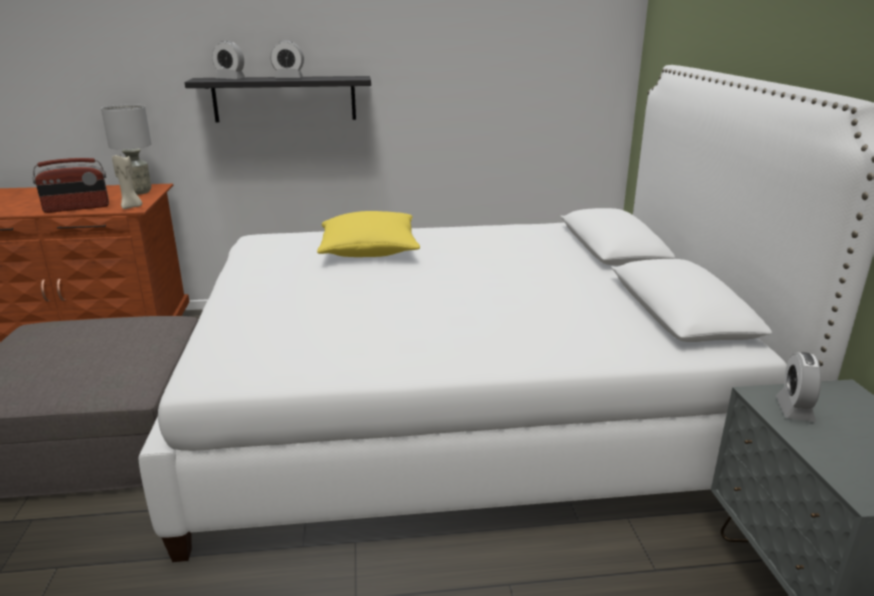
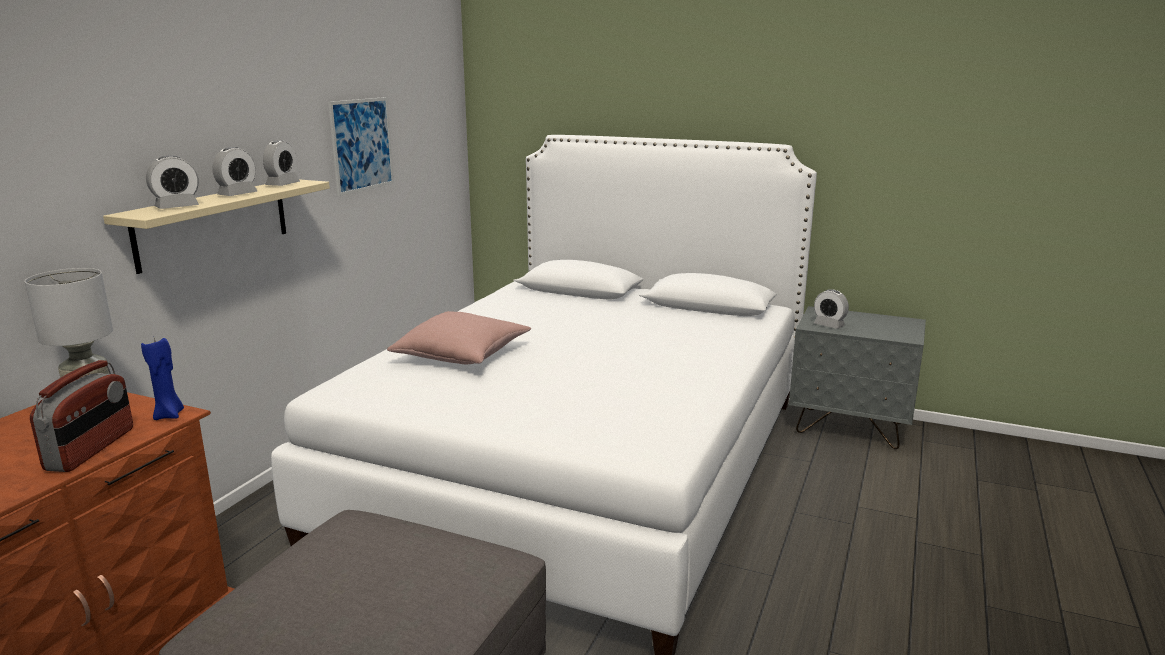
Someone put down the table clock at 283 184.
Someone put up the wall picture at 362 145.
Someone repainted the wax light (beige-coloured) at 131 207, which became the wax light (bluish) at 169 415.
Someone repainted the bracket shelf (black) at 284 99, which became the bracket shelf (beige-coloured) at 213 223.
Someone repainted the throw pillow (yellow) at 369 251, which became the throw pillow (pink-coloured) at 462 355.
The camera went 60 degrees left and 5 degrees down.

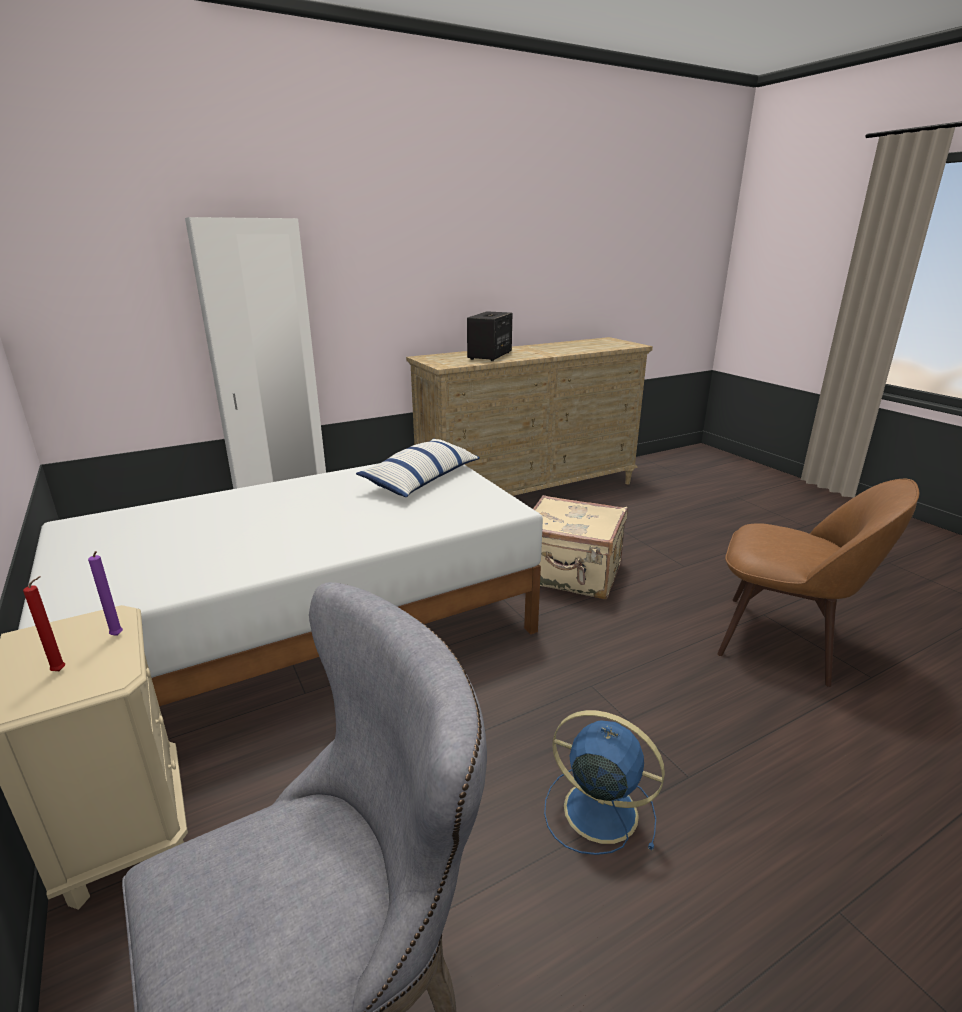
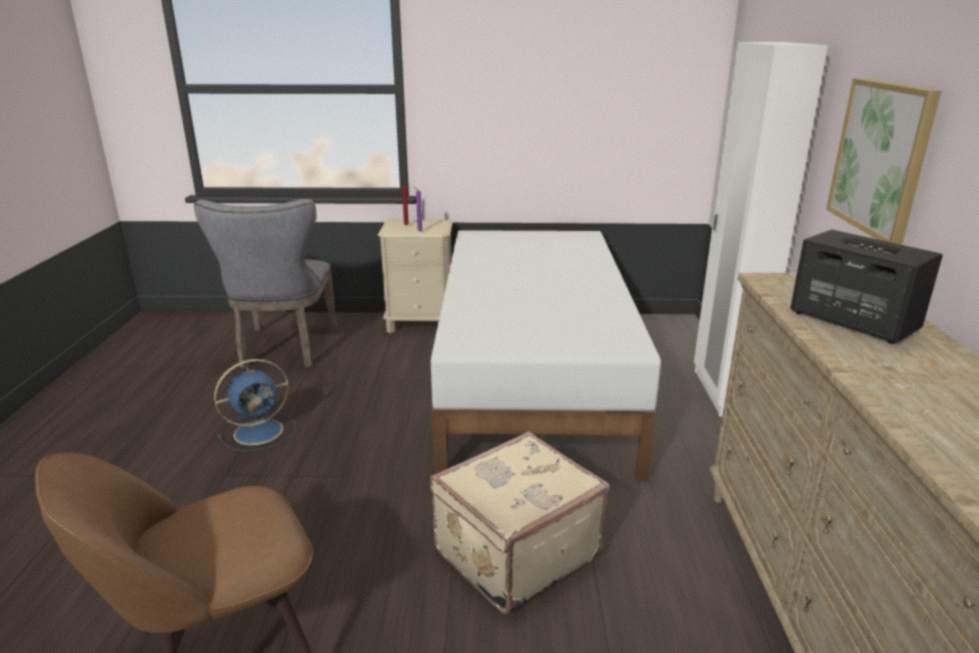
Someone took away the throw pillow at 422 479.
Someone put up the wall picture at 881 158.
The camera went 120 degrees right and 0 degrees up.

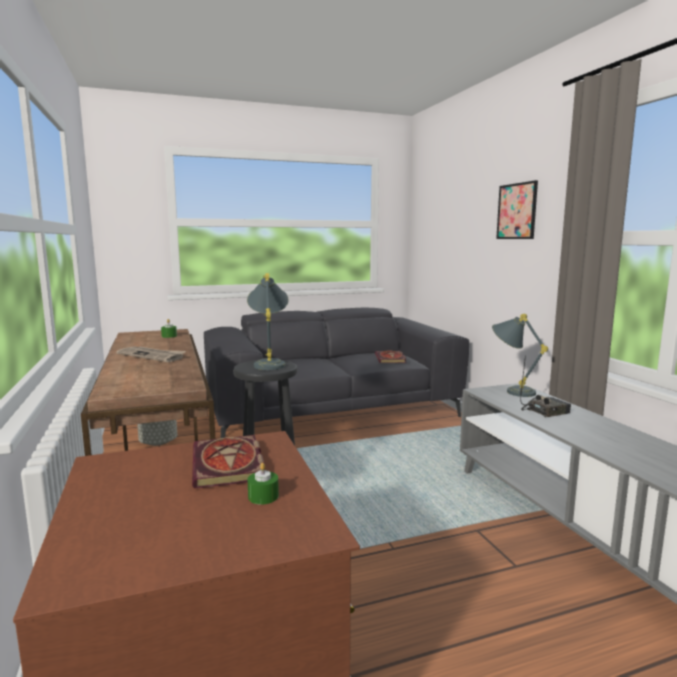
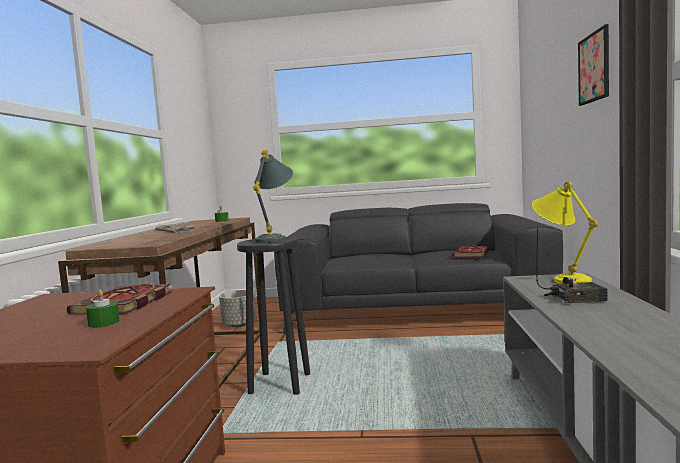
Someone repainted the table lamp (grey) at 511 390, which became the table lamp (yellow) at 562 279.
The camera went 25 degrees right and 5 degrees down.

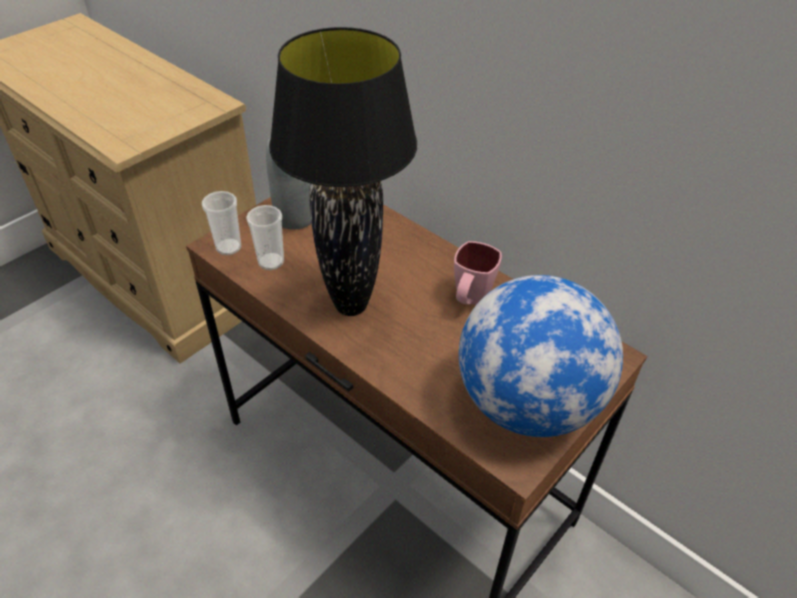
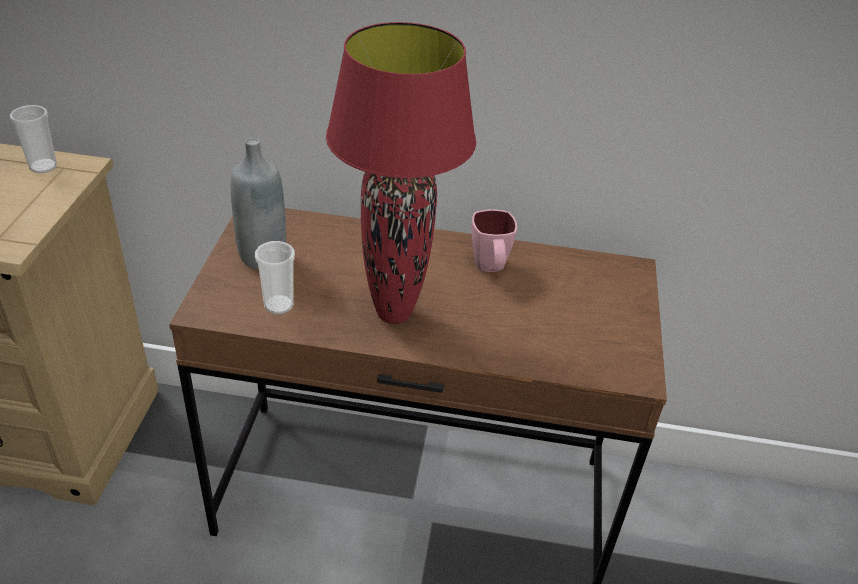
Someone took away the globe at 527 403.
Someone carried the cup from 228 247 to 43 166.
Someone repainted the table lamp (black) at 351 306, which became the table lamp (reddish) at 394 314.
The camera went 35 degrees left and 5 degrees down.

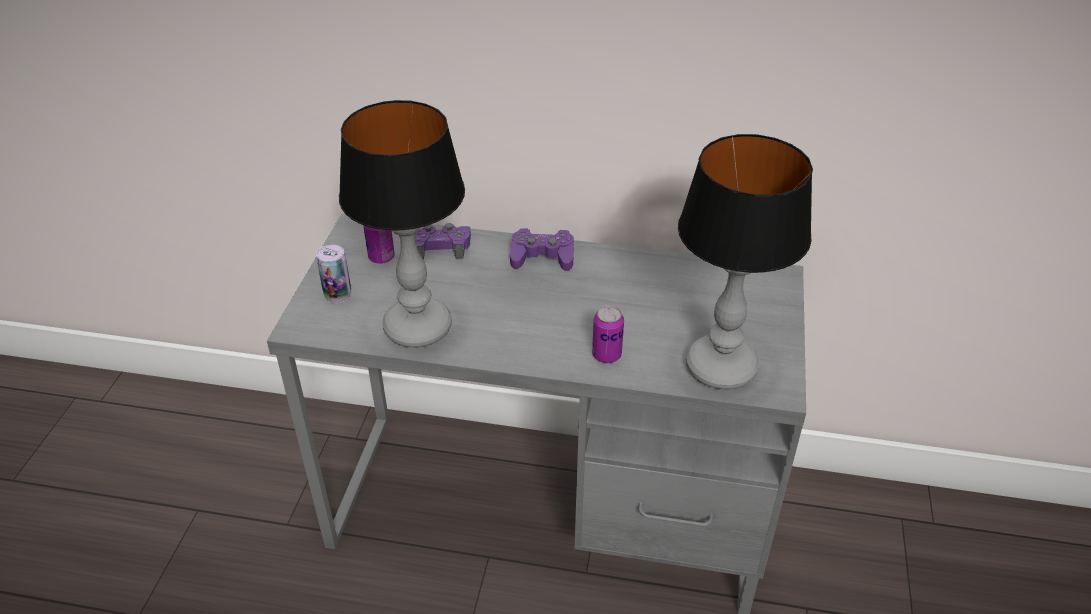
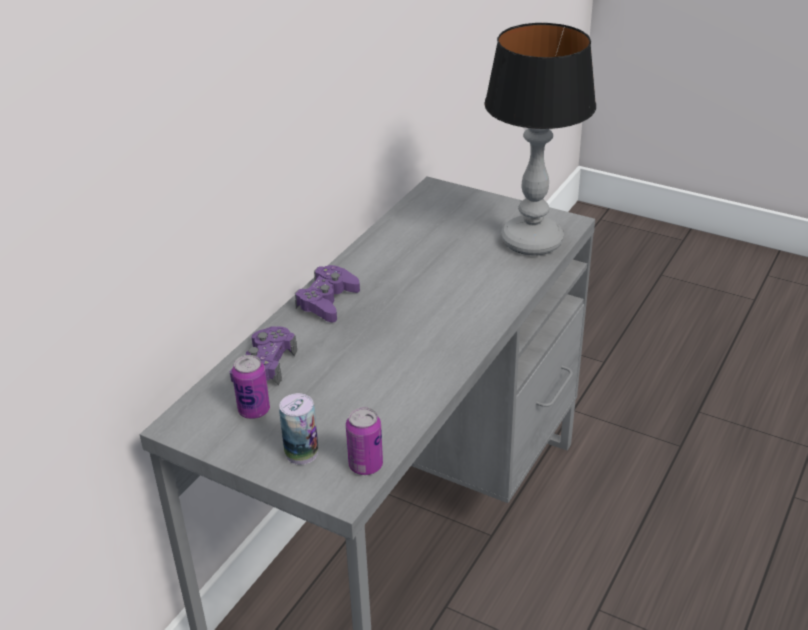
Someone took away the table lamp at 417 329.
Someone carried the sealed can from 606 355 to 365 465.
The camera went 70 degrees left and 5 degrees down.

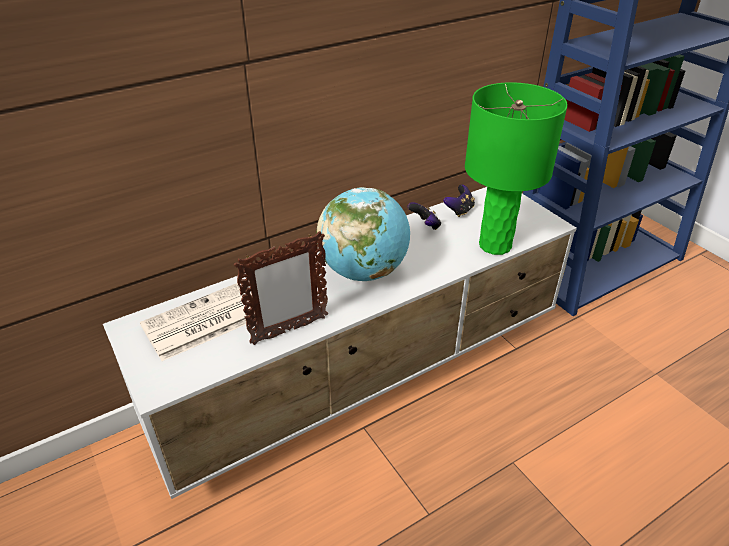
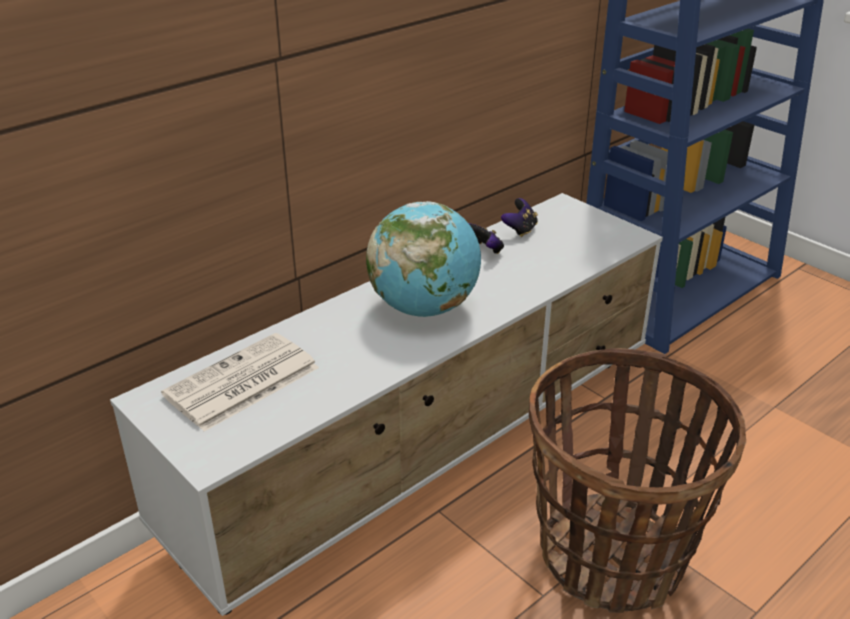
Someone took away the photo frame at 289 330.
Someone took away the table lamp (greenish) at 495 245.
Someone put down the household basket at 612 556.
The camera went 10 degrees left and 5 degrees down.

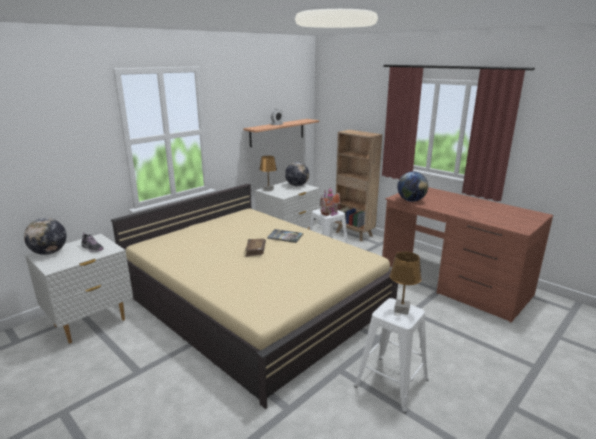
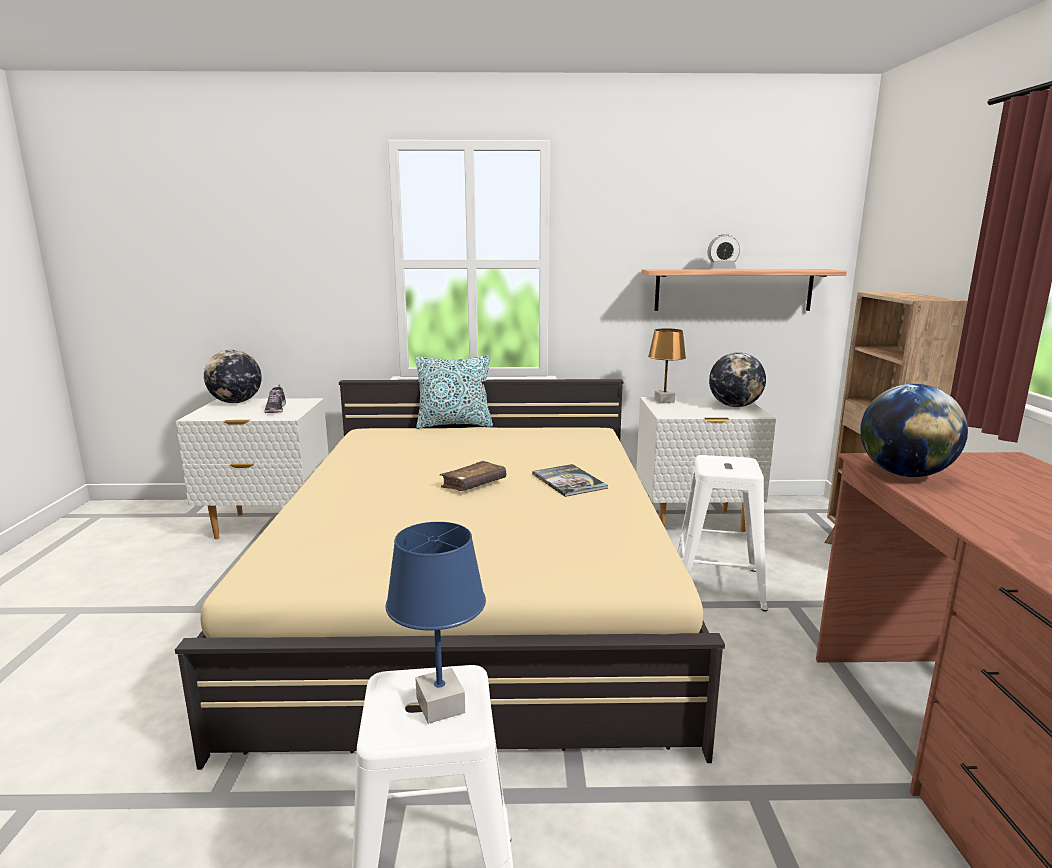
Someone took away the toy house at 330 213.
Someone put down the throw pillow at 455 424.
Someone repainted the table lamp (brown-coloured) at 402 310, which became the table lamp (bluish) at 441 705.
The camera went 45 degrees right and 5 degrees down.

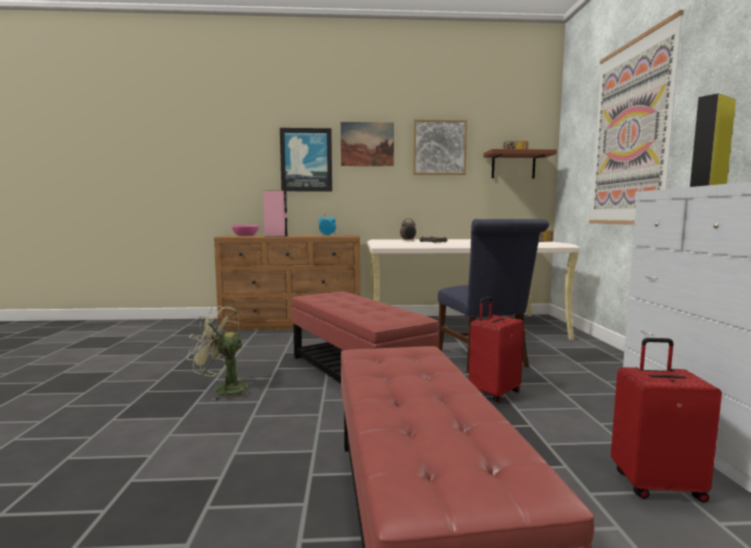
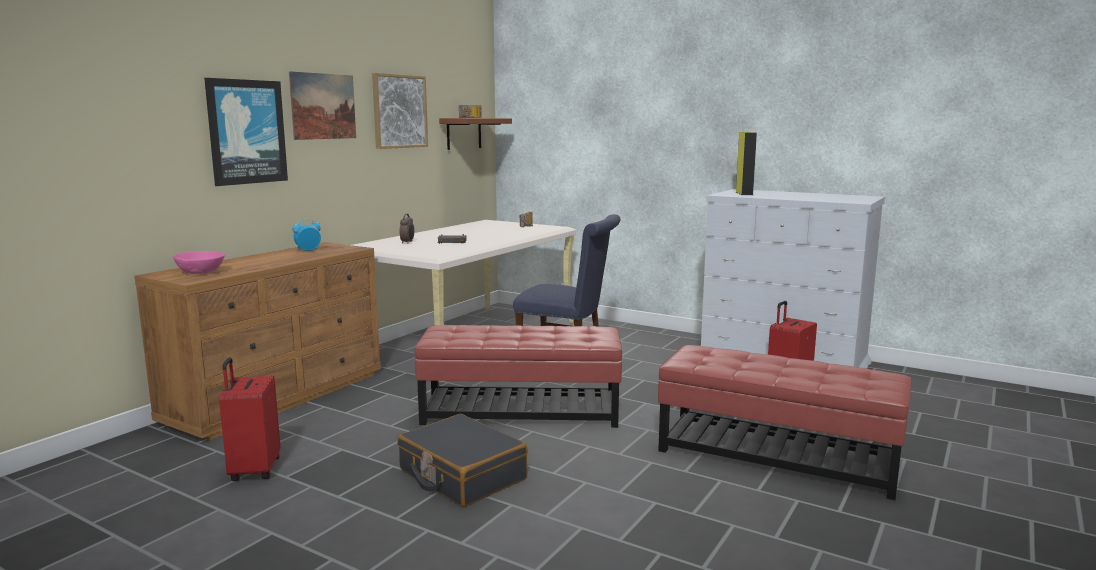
Someone took away the audio speaker (pink-coloured) at 276 236.
Someone took away the wall picture at 630 134.
Someone carried the suitcase (reddish) from 493 393 to 254 470.
Someone swapped the fan (greenish) at 223 389 for the suitcase (black) at 461 475.
The camera went 55 degrees left and 5 degrees up.

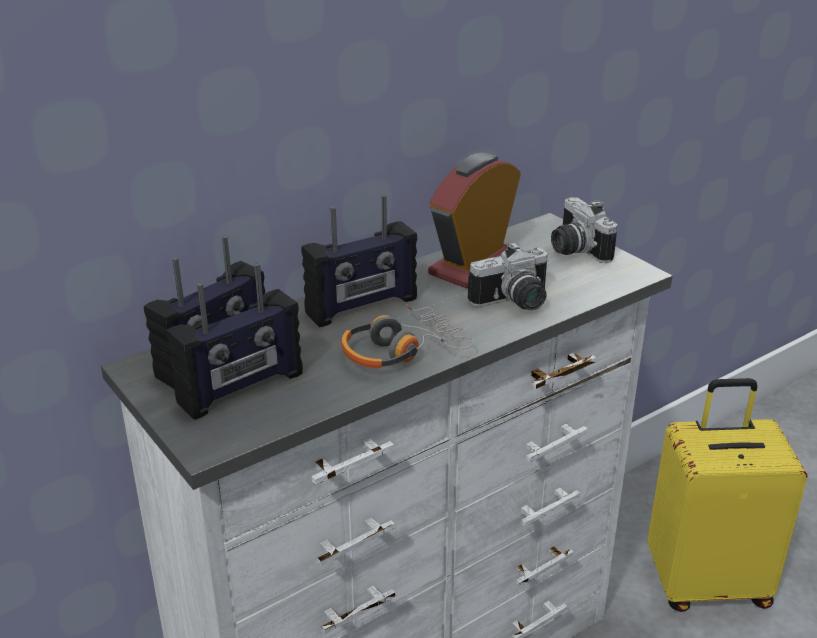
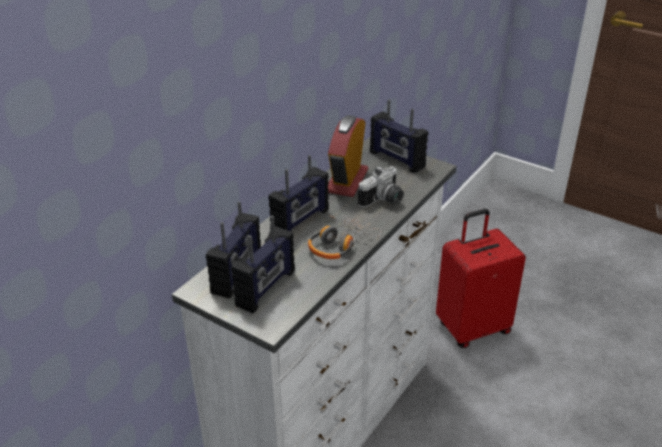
Someone swapped the still camera at 574 250 for the radio receiver at 396 159.
Someone repainted the suitcase (yellow) at 706 582, which became the suitcase (reddish) at 472 327.
The camera went 20 degrees left and 5 degrees up.

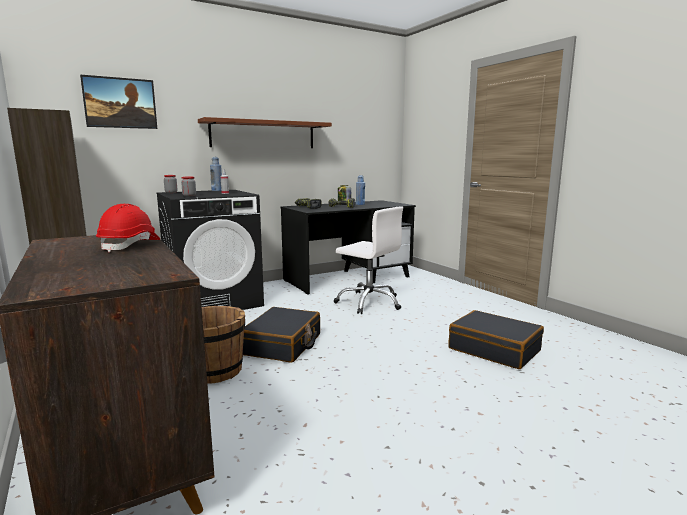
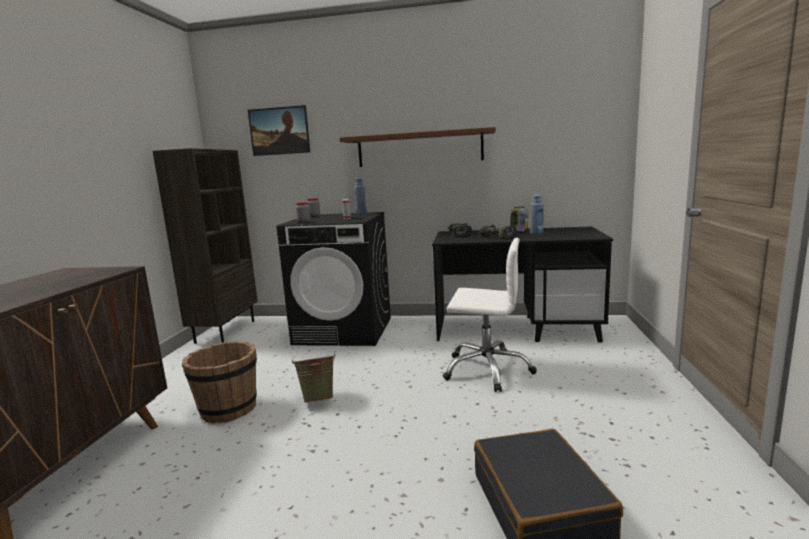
Someone took away the work helmet (reddish) at 130 245.
Someone swapped the suitcase (black) at 283 345 for the pail (greenish) at 318 399.
Someone rotated the office chair (white) at 369 302 by 60 degrees counterclockwise.
The camera went 40 degrees right and 0 degrees up.

